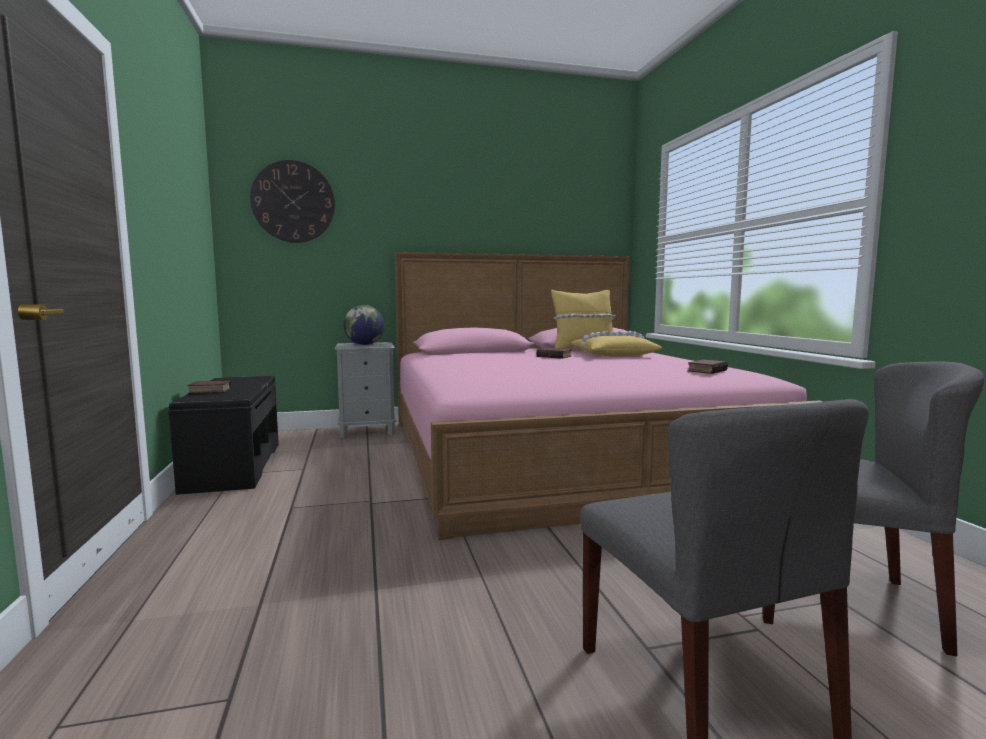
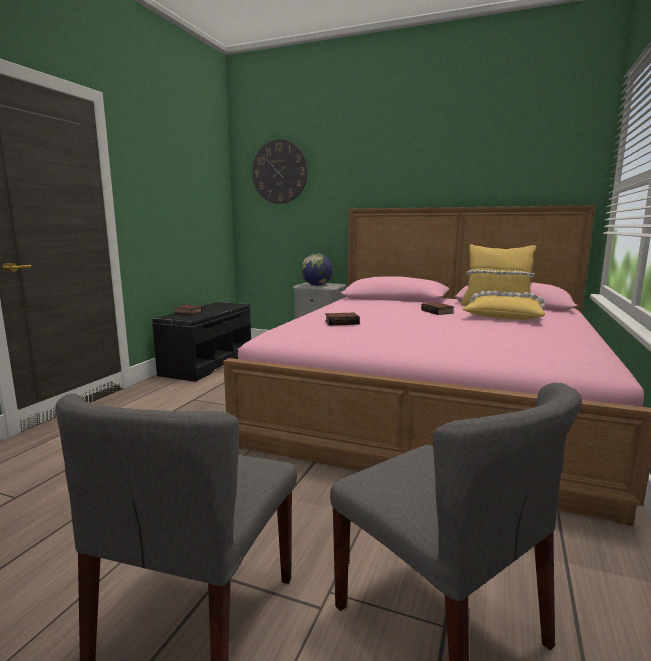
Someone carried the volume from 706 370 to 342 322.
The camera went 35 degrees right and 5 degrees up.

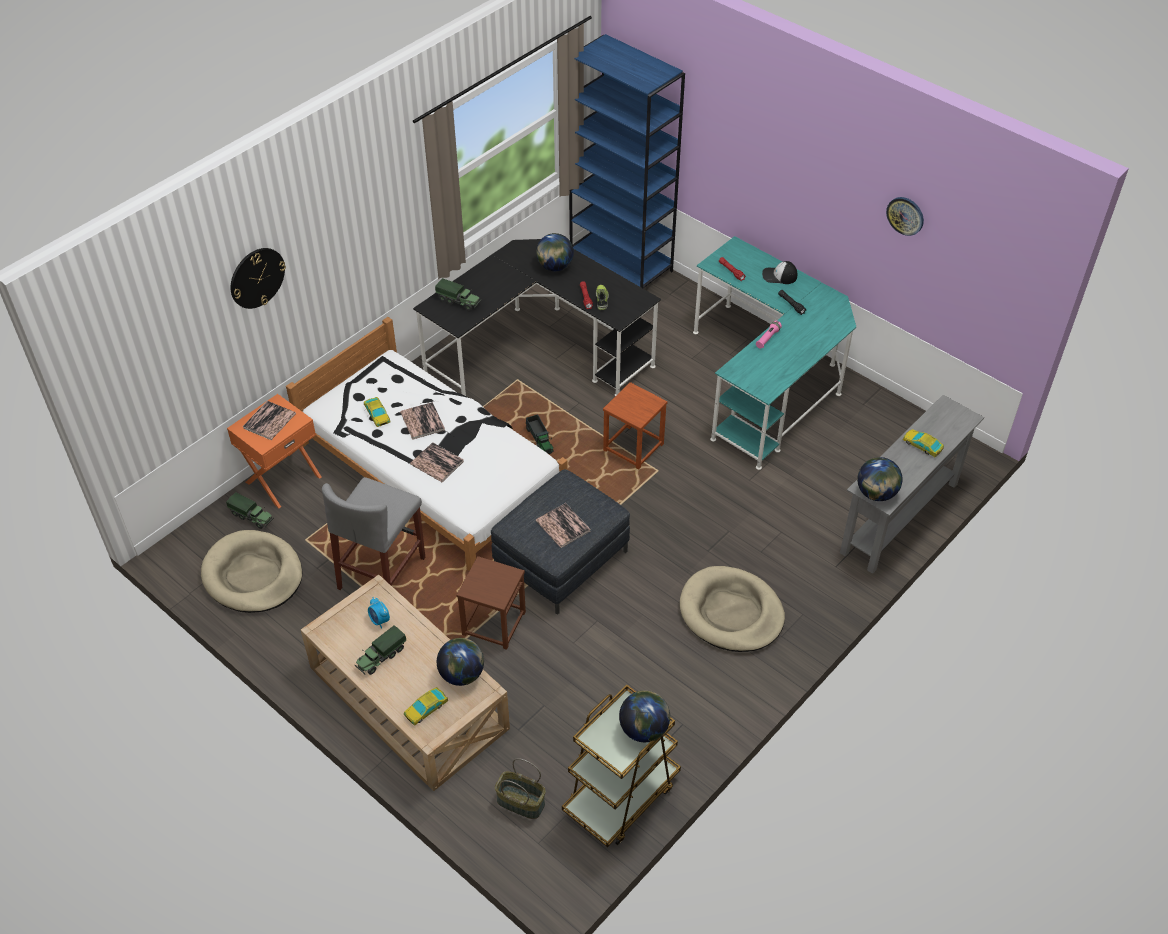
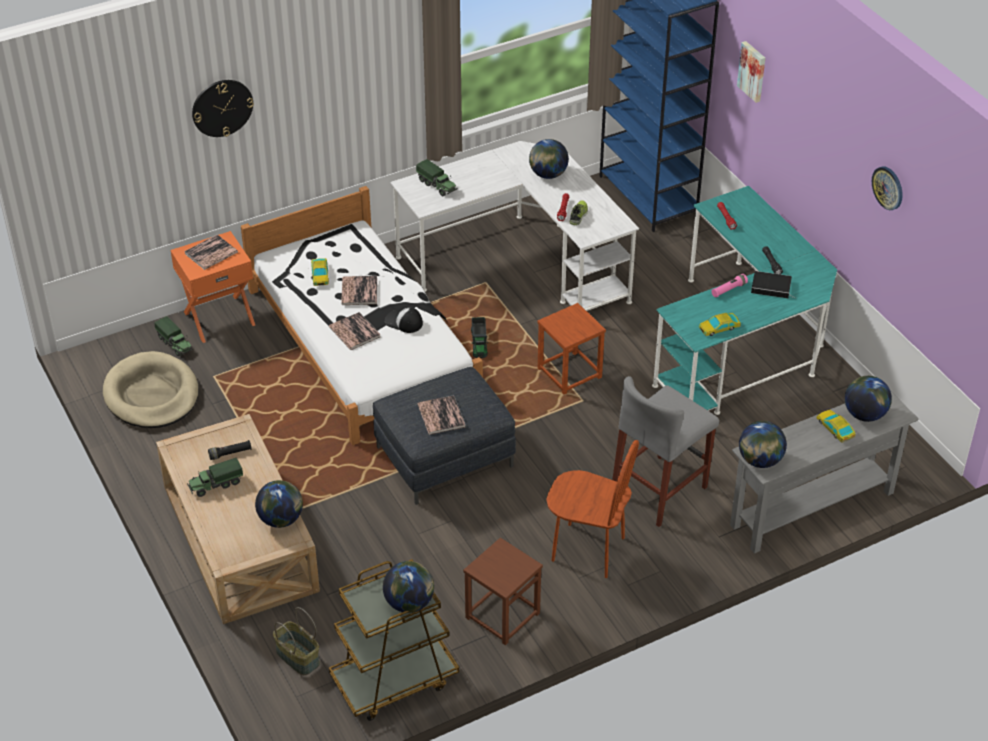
Someone put up the wall picture at 753 71.
Someone put down the volume at 772 287.
Someone put down the globe at 864 414.
Someone carried the sitting stool (grey) from 382 573 to 659 490.
Someone carried the model car from 426 708 to 719 328.
Someone carried the sitting stool (brown-coloured) from 493 623 to 502 615.
Someone carried the peaked cap from 779 276 to 403 322.
Someone swapped the table clock at 379 621 for the flashlight (black) at 230 453.
Someone swapped the dog cushion (beige-coloured) at 731 612 for the upright chair (brown-coloured) at 588 549.
Someone repainted the desk table (black) at 538 352, which became the desk table (white) at 520 262.
The camera went 20 degrees right and 5 degrees down.

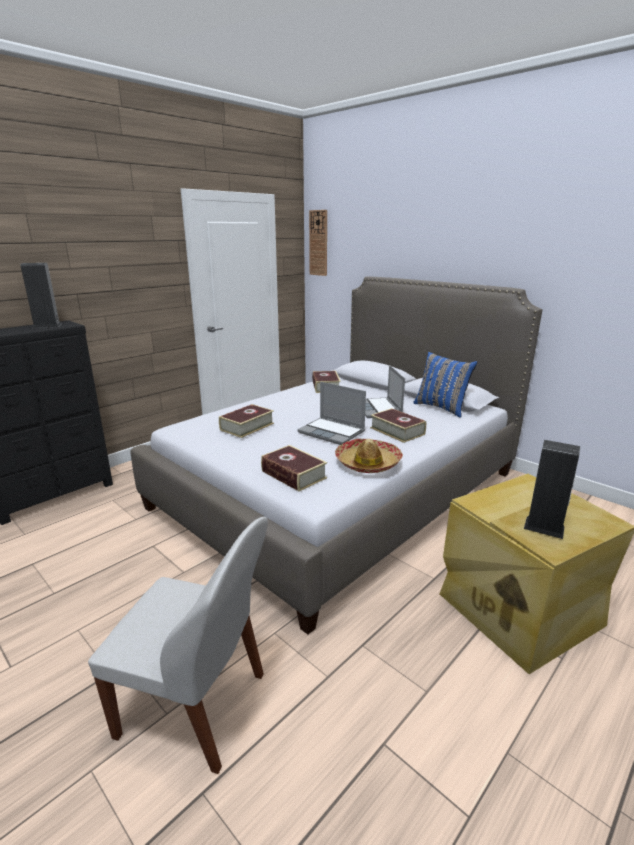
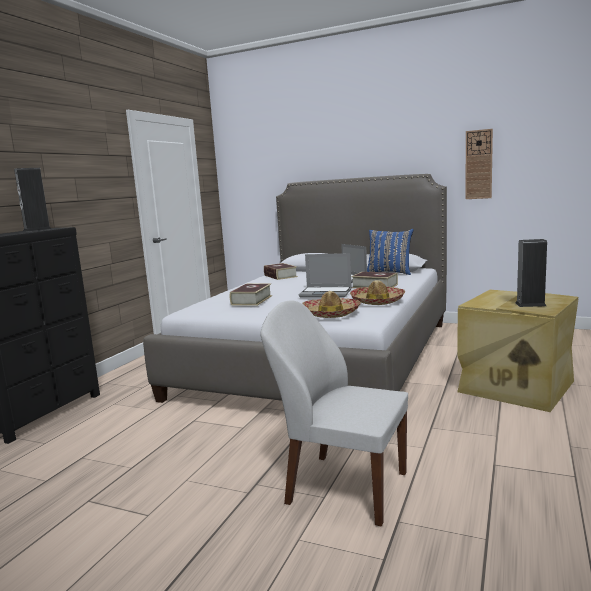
Someone carried the hanging clock from 318 243 to 478 164.
Someone swapped the volume at 293 474 for the wearable hat at 331 314.
Someone rotated the upright chair (white) at 197 706 by 150 degrees counterclockwise.
The camera went 20 degrees left and 10 degrees down.

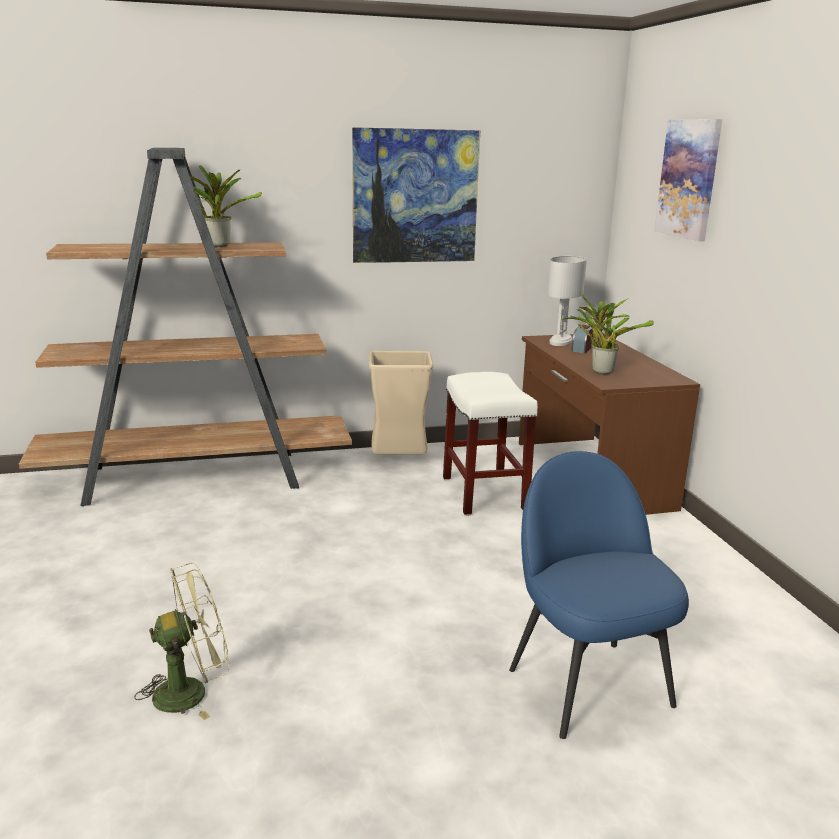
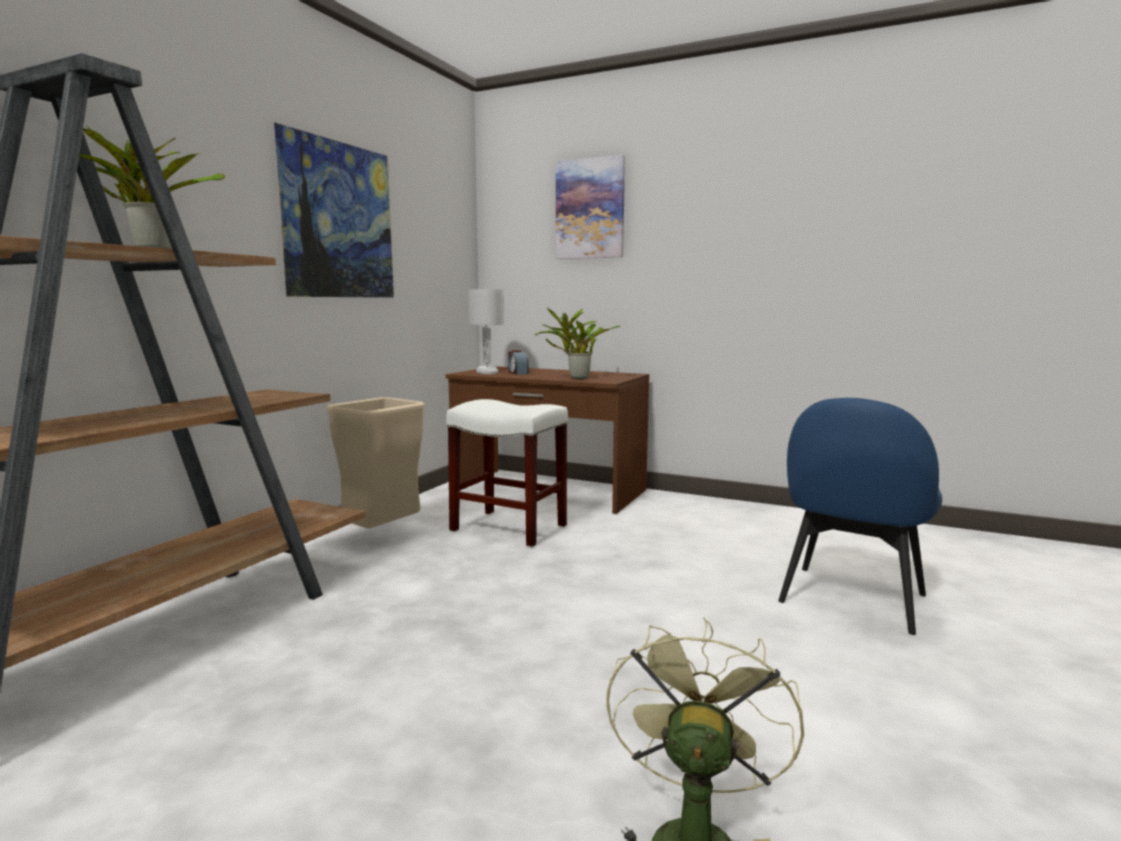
Someone rotated the upright chair (bluish) at 587 684 by 75 degrees counterclockwise.
The camera went 50 degrees left and 10 degrees down.

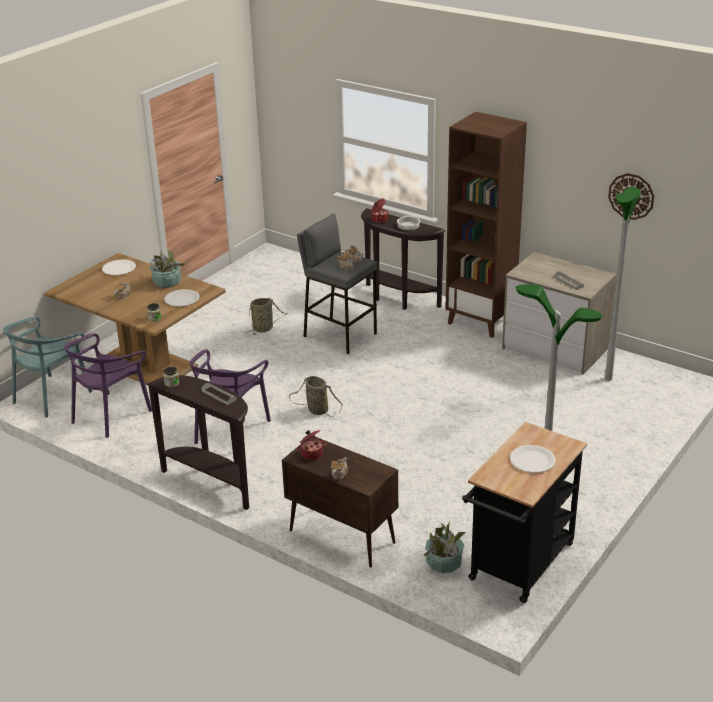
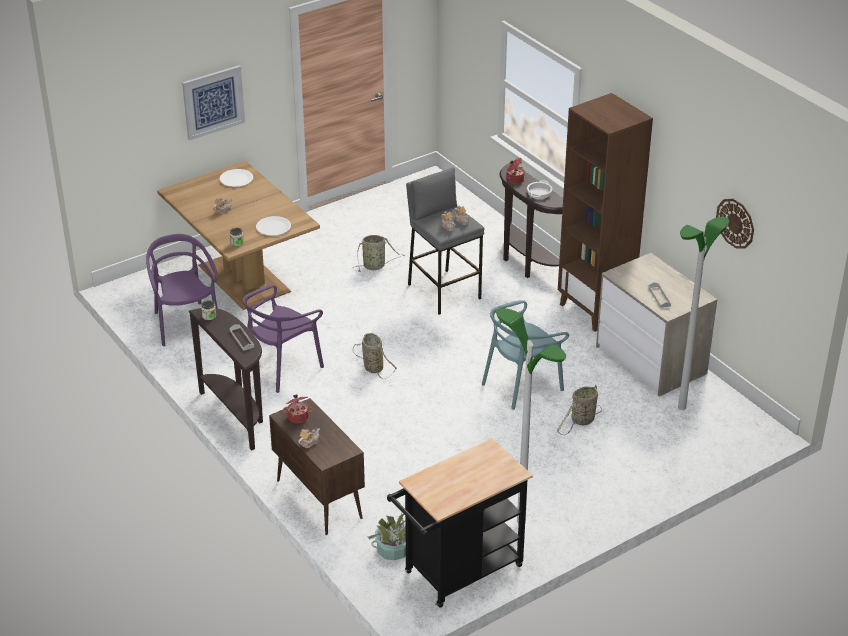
Someone took away the houseplant at 167 282.
Someone took away the dinner plate (white) at 532 460.
Someone put up the wall picture at 213 102.
Someone put down the household basket at 581 421.
Someone carried the upright chair (turquoise) from 51 396 to 521 385.
Someone rotated the upright chair (purplish) at 110 415 by 105 degrees clockwise.
The camera went 20 degrees right and 5 degrees up.

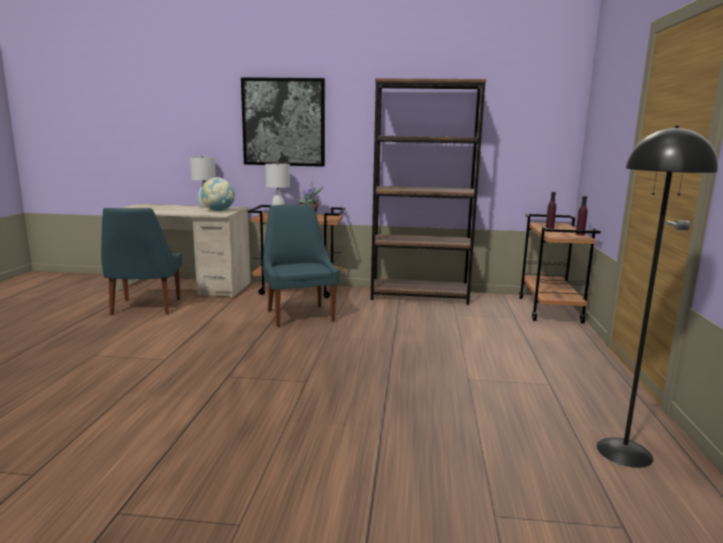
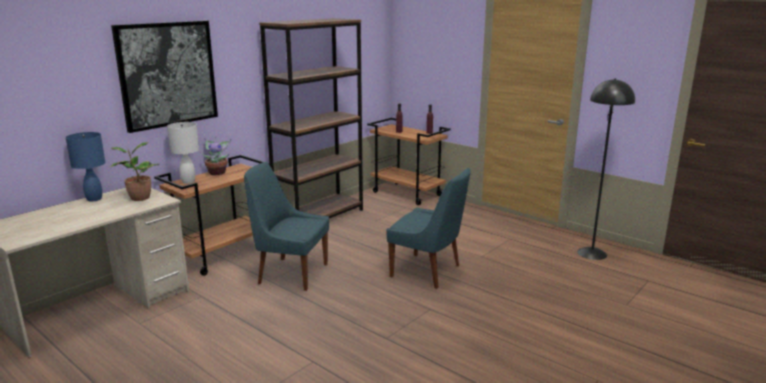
Someone carried the upright chair (bluish) from 145 308 to 428 271.
Someone swapped the globe at 218 211 for the houseplant at 138 198.
Someone repainted the table lamp (white) at 205 207, which became the table lamp (bluish) at 94 199.
The camera went 55 degrees left and 5 degrees up.

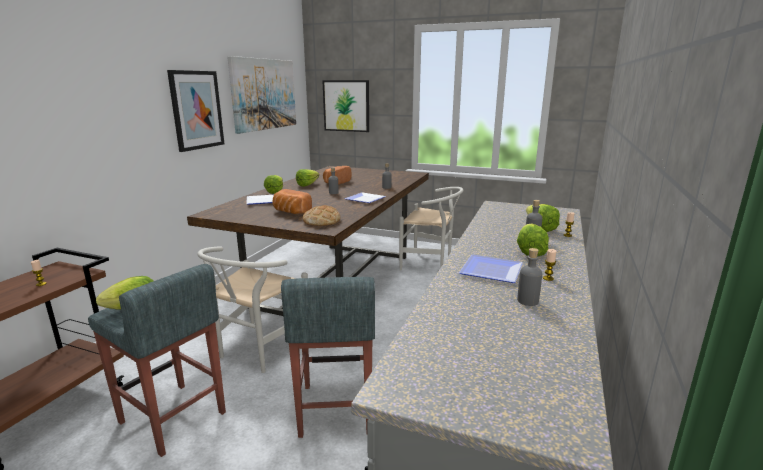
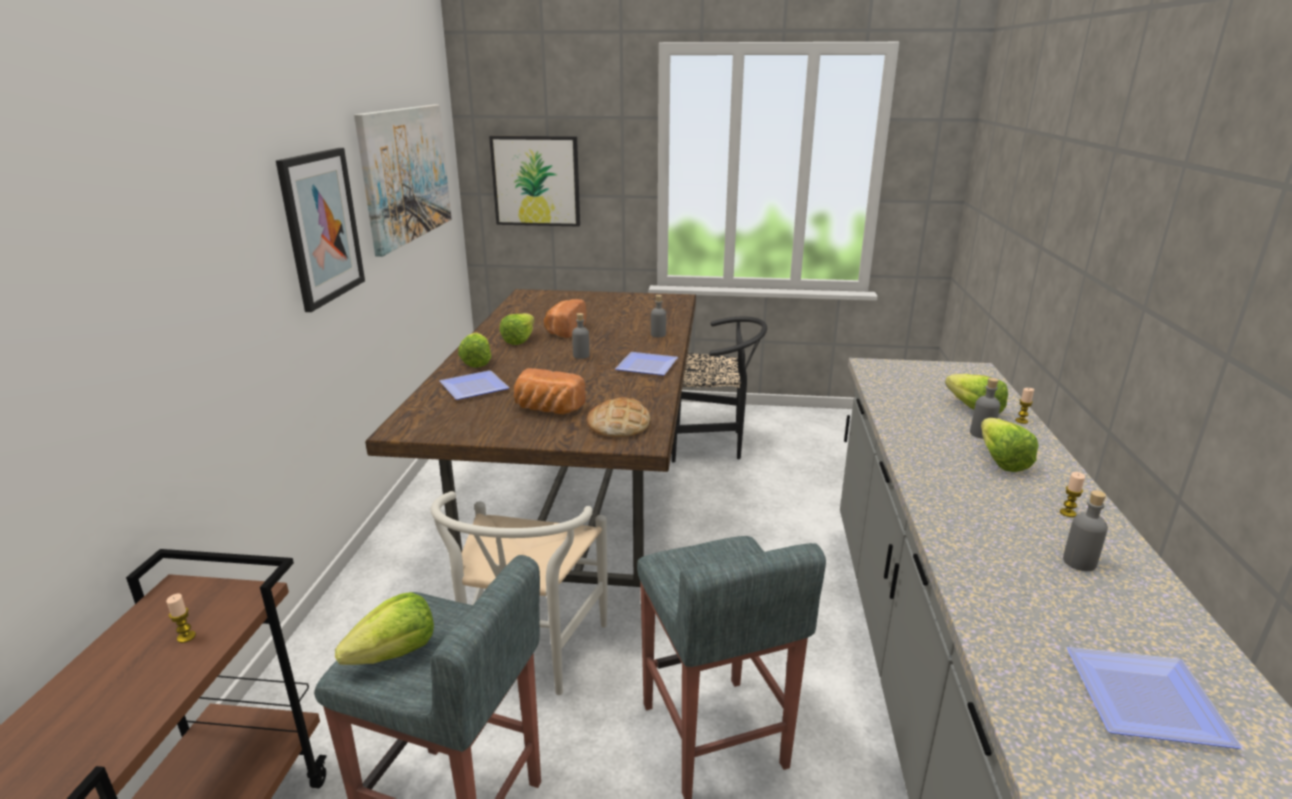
Someone carried the dinner plate from 489 271 to 1142 703.
Someone repainted the upright chair (white) at 430 264, which became the upright chair (black) at 713 444.
The camera went 15 degrees left and 5 degrees up.

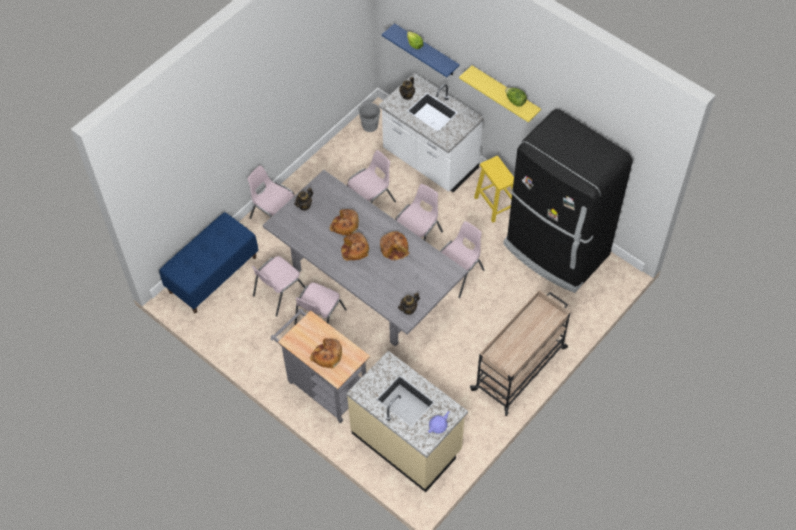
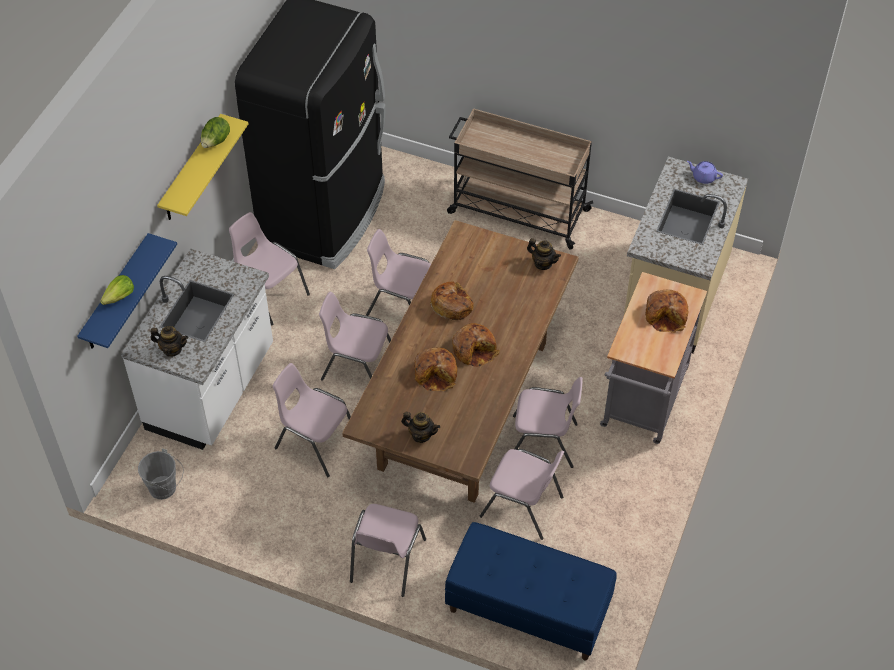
Someone swapped the sitting stool (yellow) at 495 204 for the upright chair (pink-coloured) at 269 293.
Someone repainted the dining table (grey) at 366 286, which became the dining table (brown-coloured) at 464 403.
The camera went 110 degrees left and 5 degrees down.

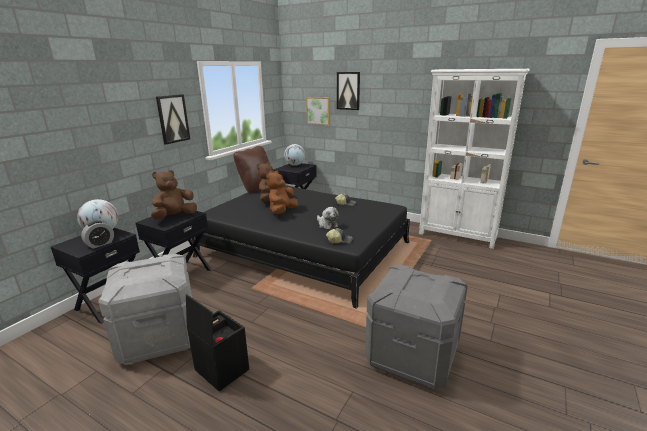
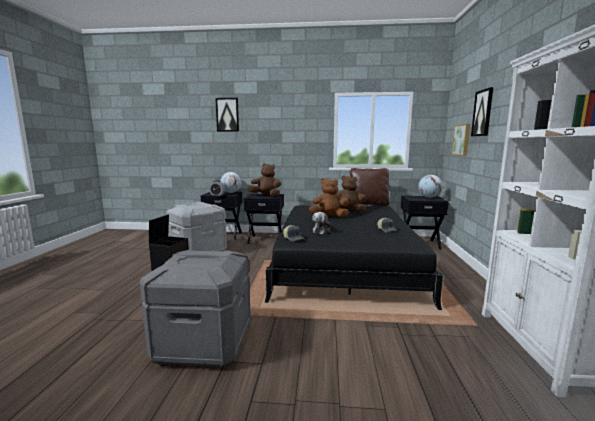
Someone carried the wall picture from 173 119 to 227 114.
The camera went 65 degrees right and 10 degrees down.

